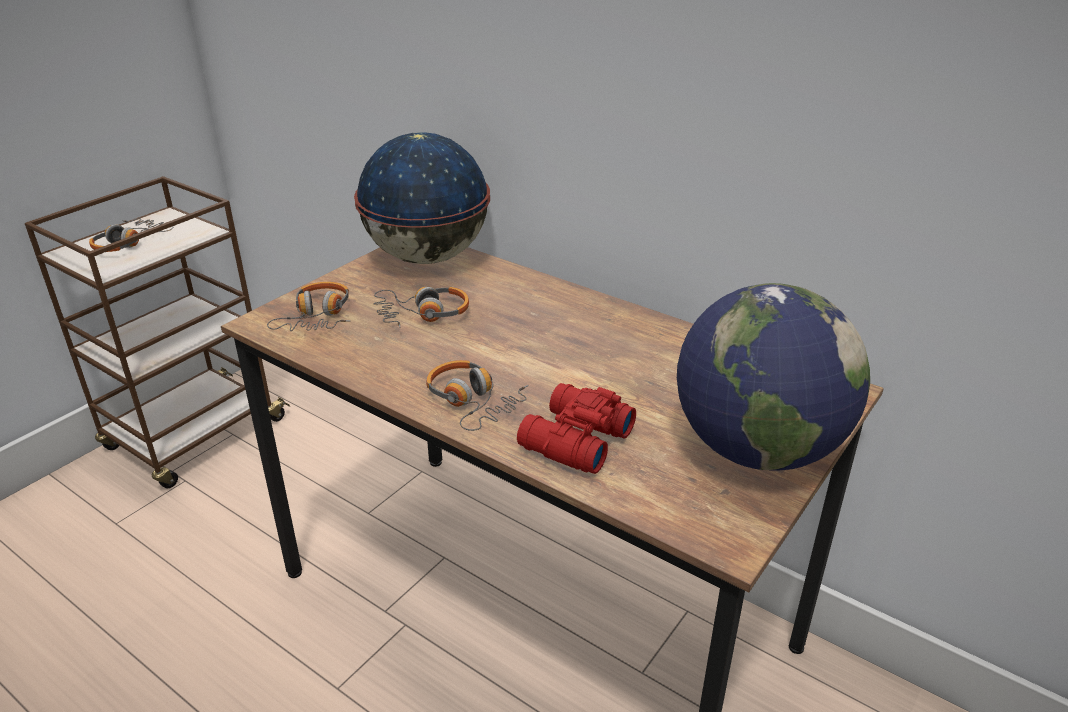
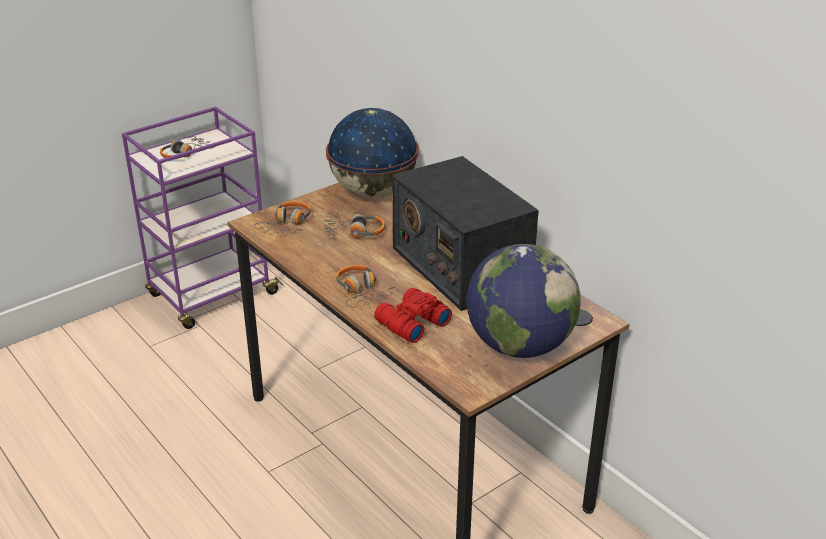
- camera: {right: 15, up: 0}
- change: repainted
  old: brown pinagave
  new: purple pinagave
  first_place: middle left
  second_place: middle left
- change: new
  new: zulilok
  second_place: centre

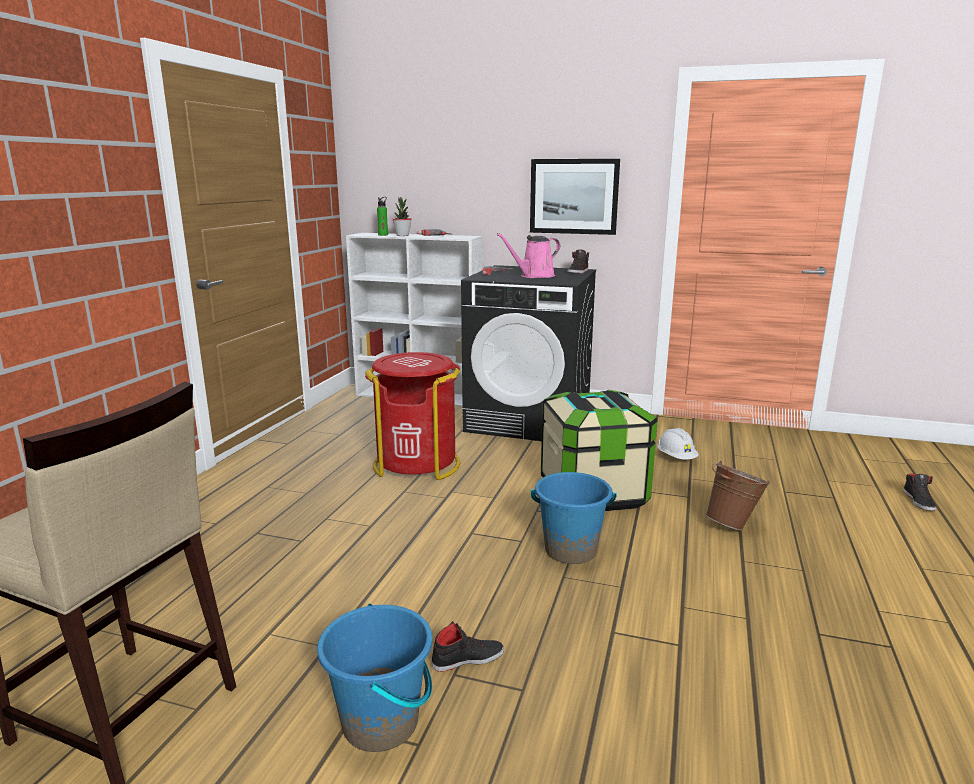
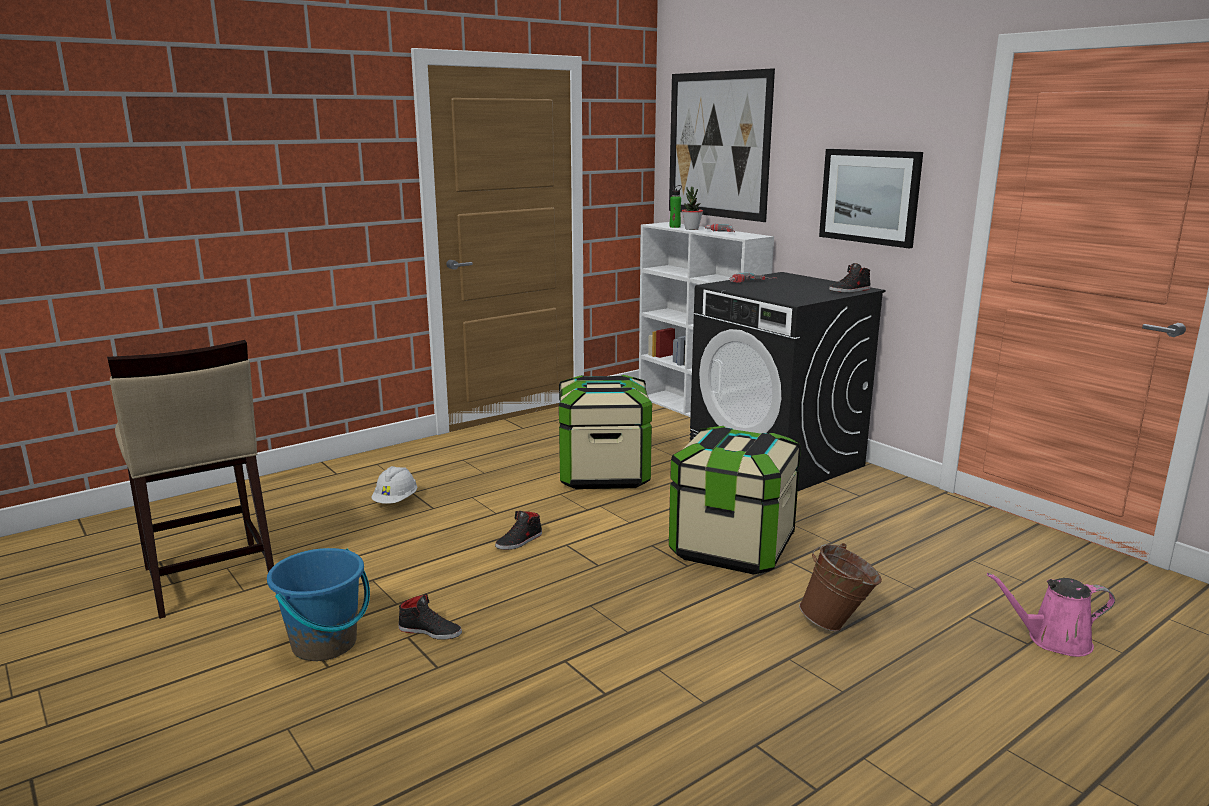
- camera: {right: 35, up: 0}
- change: swapped
  old: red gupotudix
  new: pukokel (no. 1 from left)
  first_place: centre
  second_place: centre
- change: shifted
  old: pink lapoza
  first_place: top centre
  second_place: bottom right
- change: gone
  old: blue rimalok (no. 2 from left)
  first_place: centre
- change: shifted
  old: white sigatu
  first_place: middle right
  second_place: middle left
- change: shifted
  old: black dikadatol (no. 3 from left in the first image)
  new: black dikadatol (no. 2 from left)
  first_place: middle right
  second_place: centre
- change: new
  new: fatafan (no. 1 from left)
  second_place: top centre

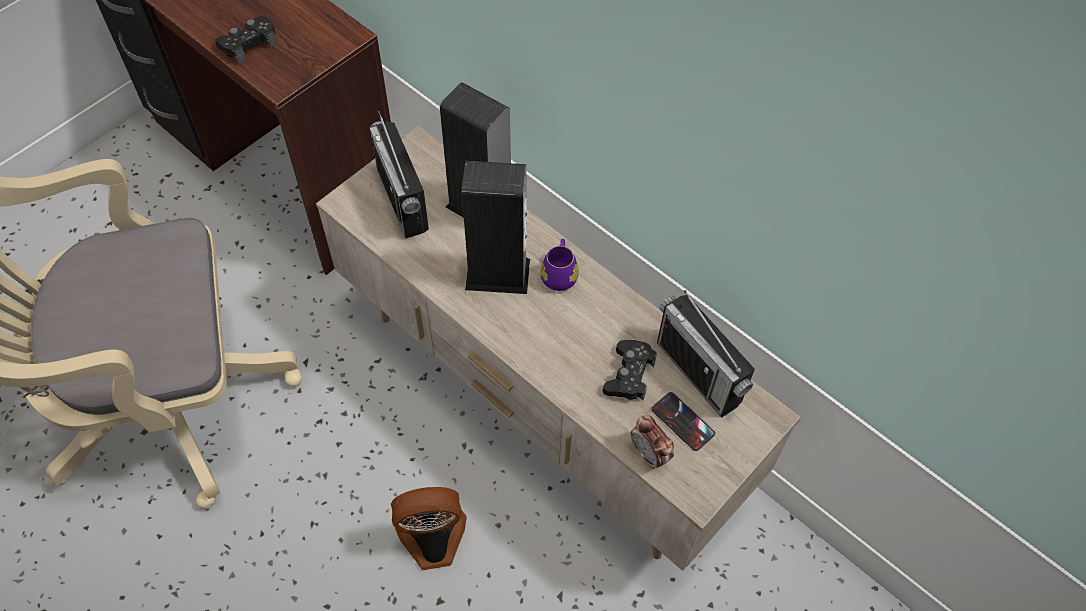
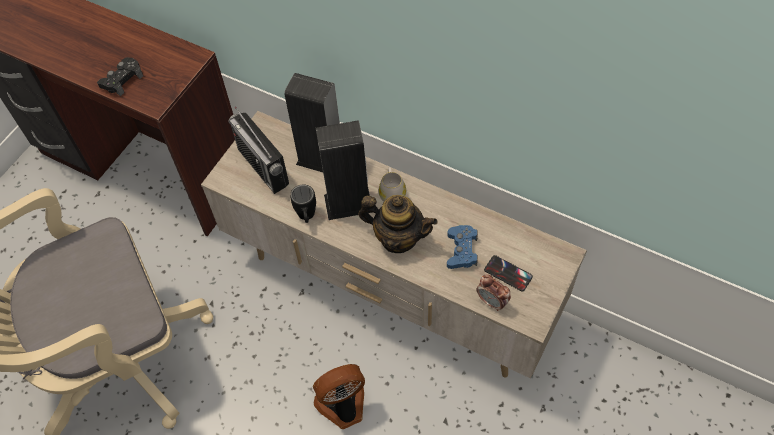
- camera: {right: -10, up: 0}
- change: repainted
  old: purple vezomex
  new: white vezomex
  first_place: centre
  second_place: centre
- change: repainted
  old: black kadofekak (no. 2 from left)
  new: blue kadofekak
  first_place: centre
  second_place: centre
- change: gone
  old: zulilok (no. 2 from left)
  first_place: centre
- change: new
  new: black vezomex
  second_place: centre
- change: new
  new: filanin
  second_place: centre

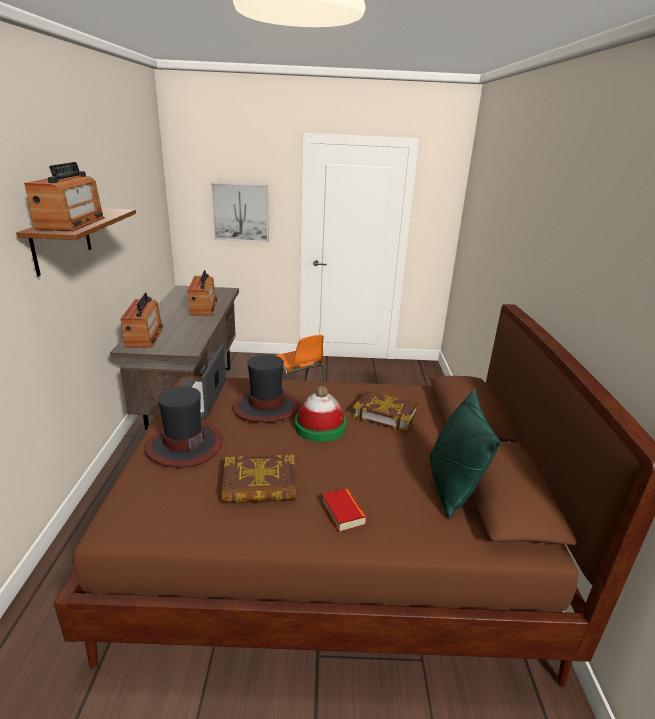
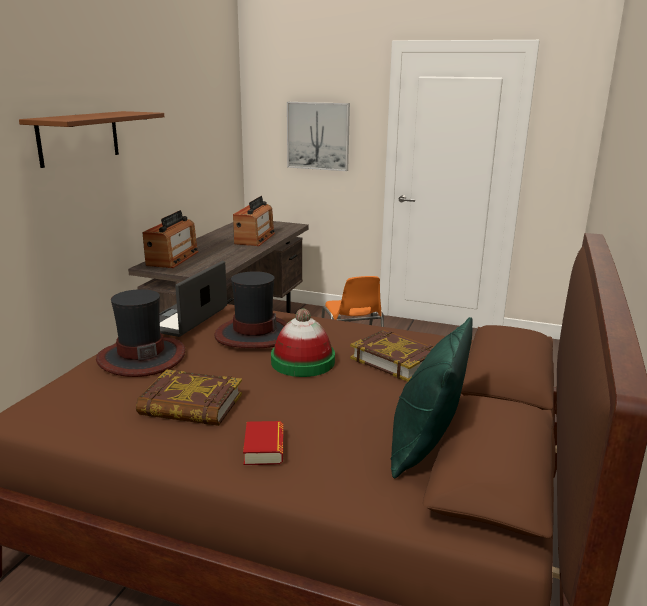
- camera: {right: 20, up: -5}
- change: gone
  old: zulilok (no. 1 from left)
  first_place: top left

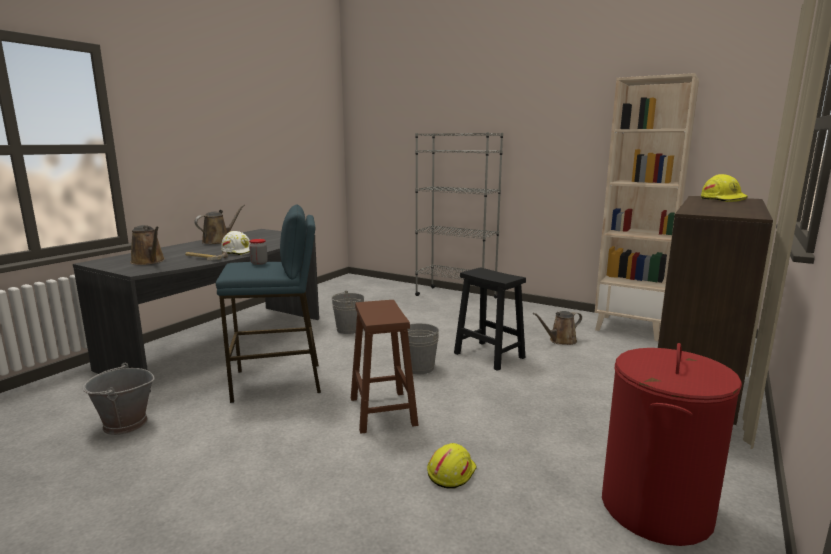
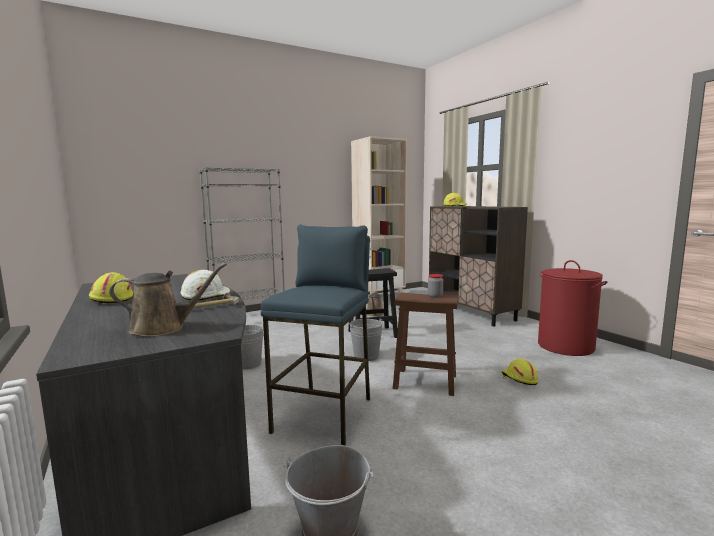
- camera: {right: -60, up: -5}
- change: swapped
  old: brown lapoza (no. 2 from left)
  new: yellow sigatu (no. 1 from left)
  first_place: middle left
  second_place: middle left
- change: shifted
  old: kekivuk
  first_place: middle left
  second_place: centre

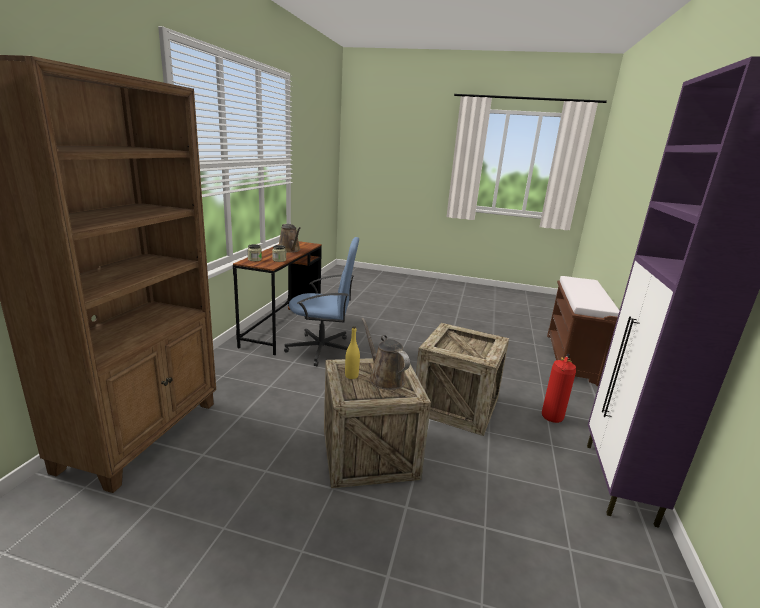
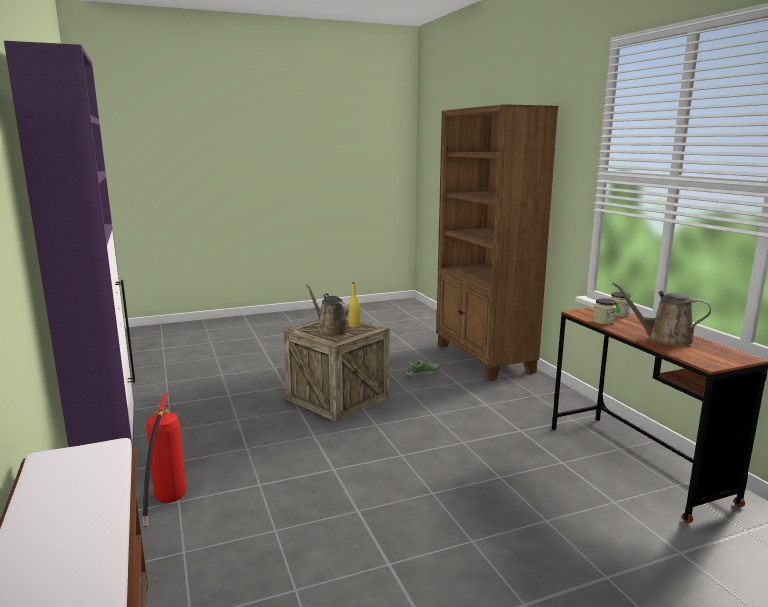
- camera: {right: 145, up: -5}
- change: gone
  old: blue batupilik
  first_place: centre
- change: rotated
  old: brown lapoza (no. 2 from left in the first image)
  first_place: centre
  second_place: centre
  degrees: -150
- change: gone
  old: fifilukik (no. 2 from left)
  first_place: centre
- change: new
  new: dikadatol
  second_place: centre

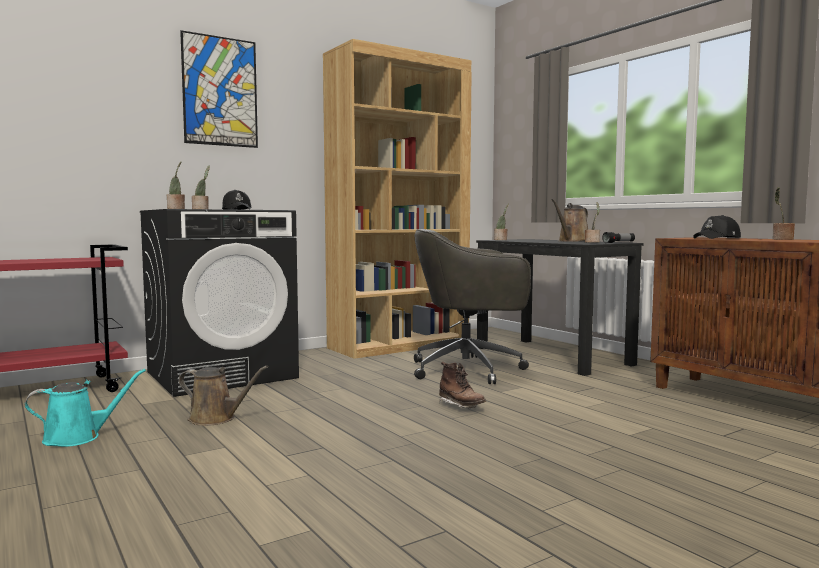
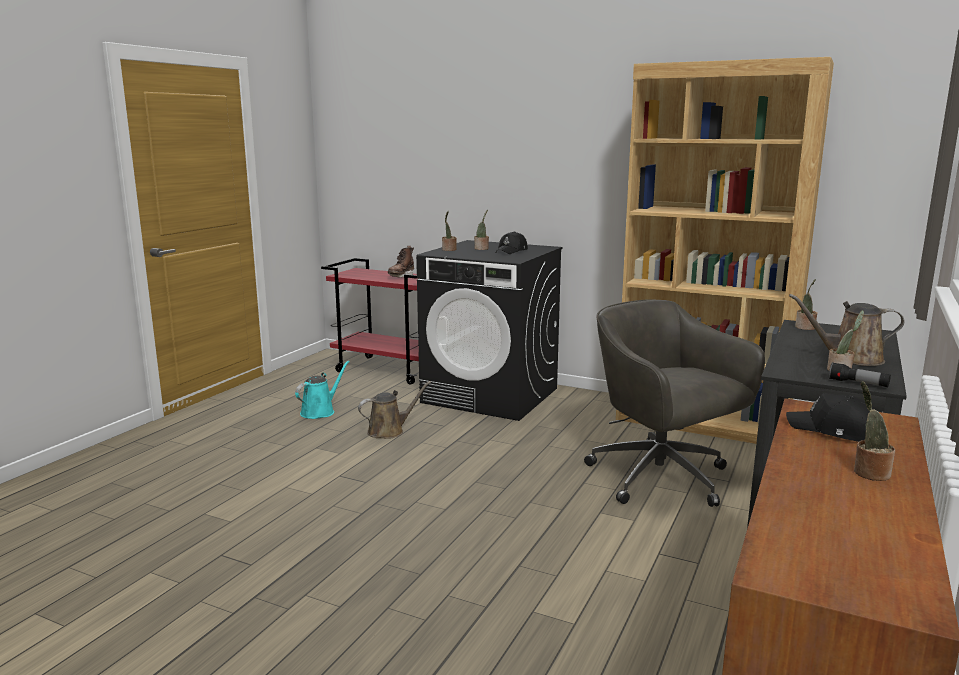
- camera: {right: 60, up: 10}
- change: rotated
  old: turquoise lapoza
  first_place: bottom left
  second_place: centre
  degrees: -90
- change: rotated
  old: brown lapoza (no. 1 from left)
  first_place: bottom left
  second_place: centre
  degrees: -105
- change: gone
  old: fatafan
  first_place: top left
- change: shifted
  old: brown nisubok
  first_place: bottom centre
  second_place: centre

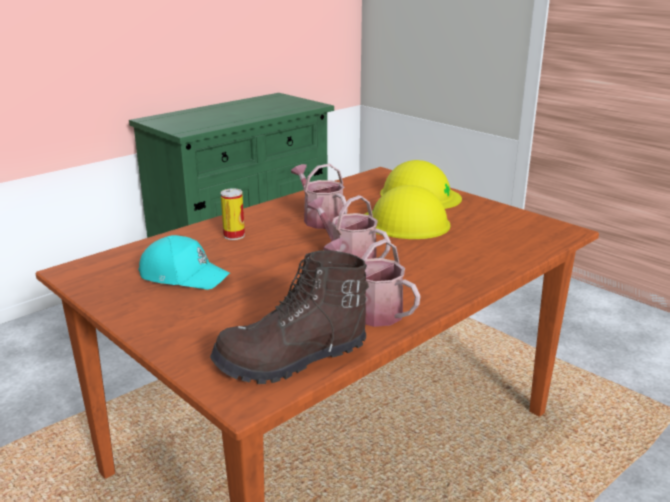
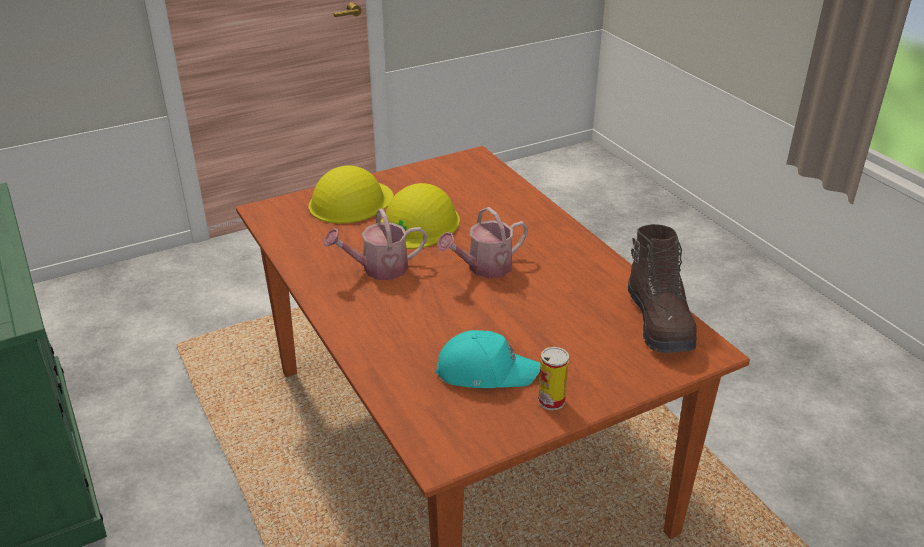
- camera: {right: -75, up: 10}
- change: rotated
  old: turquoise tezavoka
  first_place: middle left
  second_place: centre
  degrees: 60
- change: shifted
  old: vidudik
  first_place: centre
  second_place: bottom centre
- change: gone
  old: lapoza (no. 3 from left)
  first_place: centre

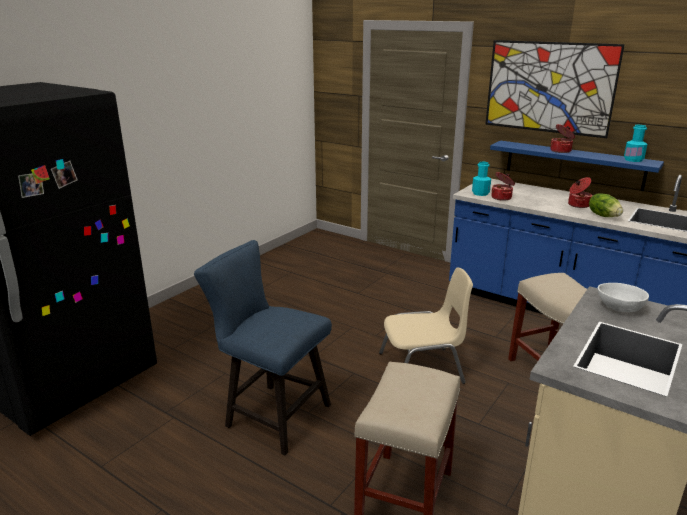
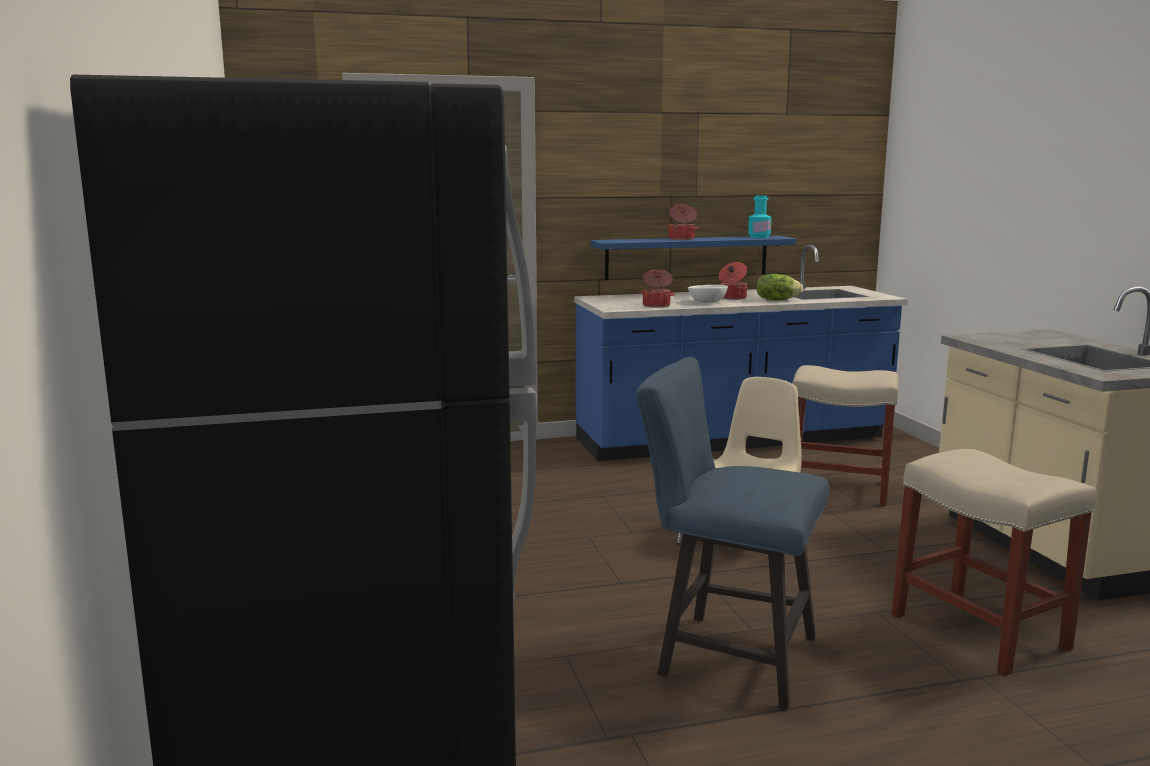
- camera: {right: -50, up: -10}
- change: rotated
  old: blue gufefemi
  first_place: bottom centre
  second_place: bottom centre
  degrees: 45
- change: gone
  old: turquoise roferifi (no. 1 from left)
  first_place: middle right
- change: gone
  old: fatafan
  first_place: top right
- change: shifted
  old: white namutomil
  first_place: middle right
  second_place: centre

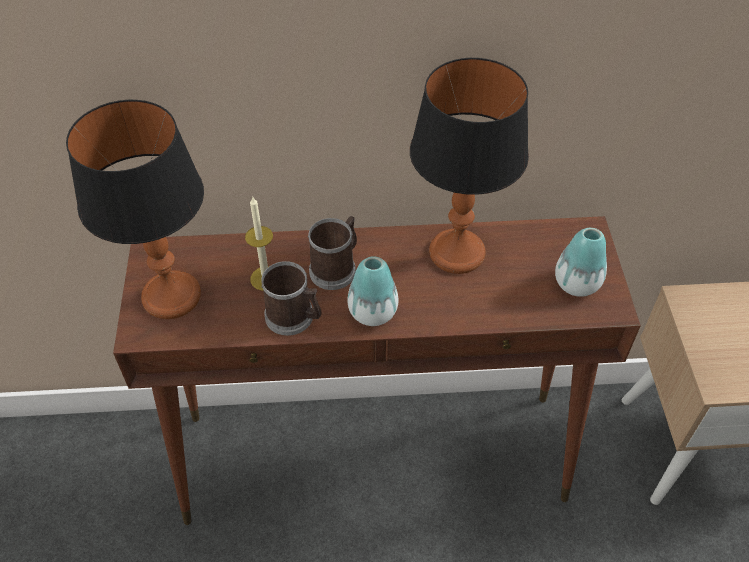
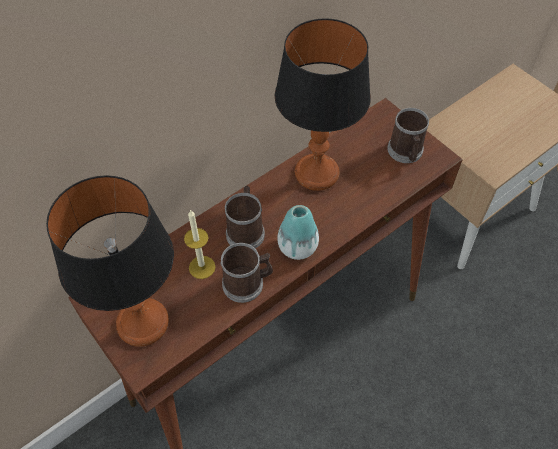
- camera: {right: -35, up: 5}
- change: swapped
  old: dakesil (no. 2 from left)
  new: vezomex (no. 3 from left)
  first_place: middle right
  second_place: top right

